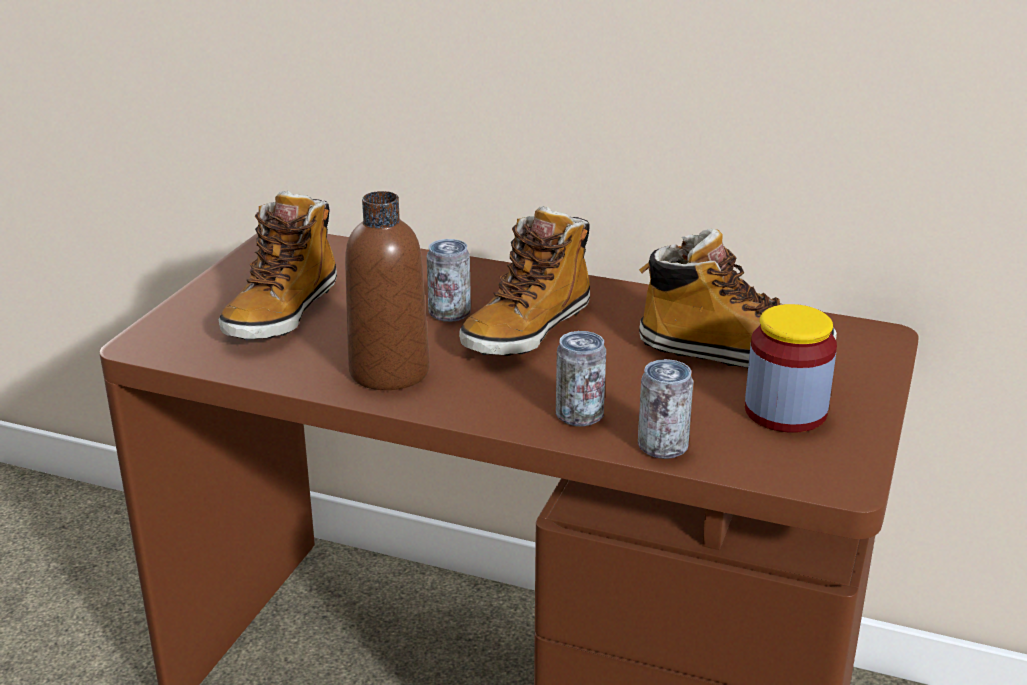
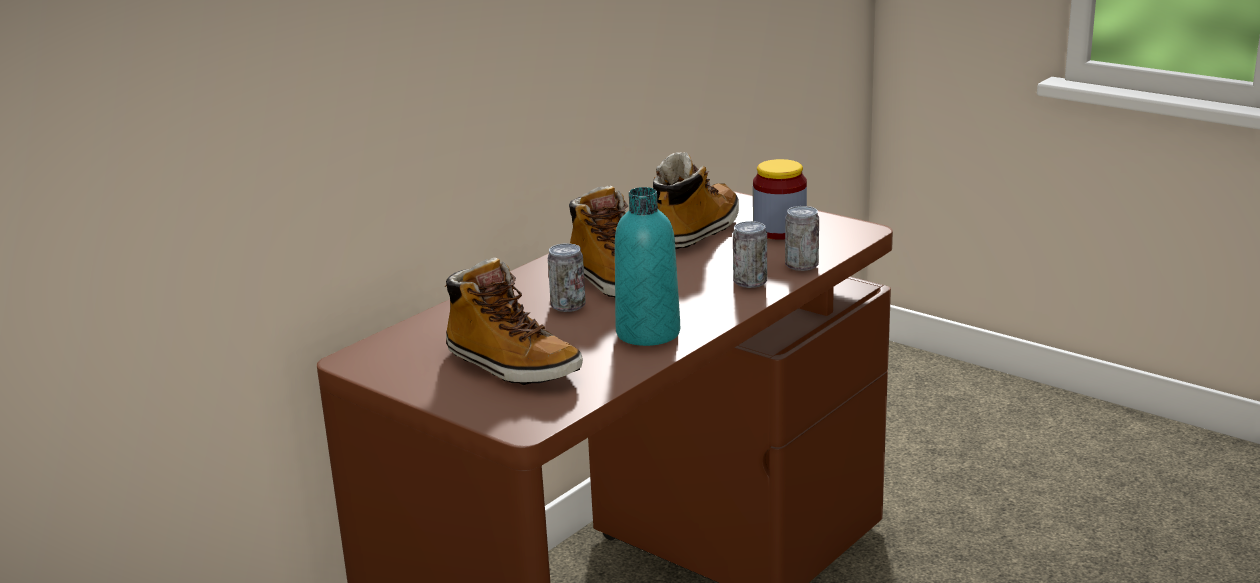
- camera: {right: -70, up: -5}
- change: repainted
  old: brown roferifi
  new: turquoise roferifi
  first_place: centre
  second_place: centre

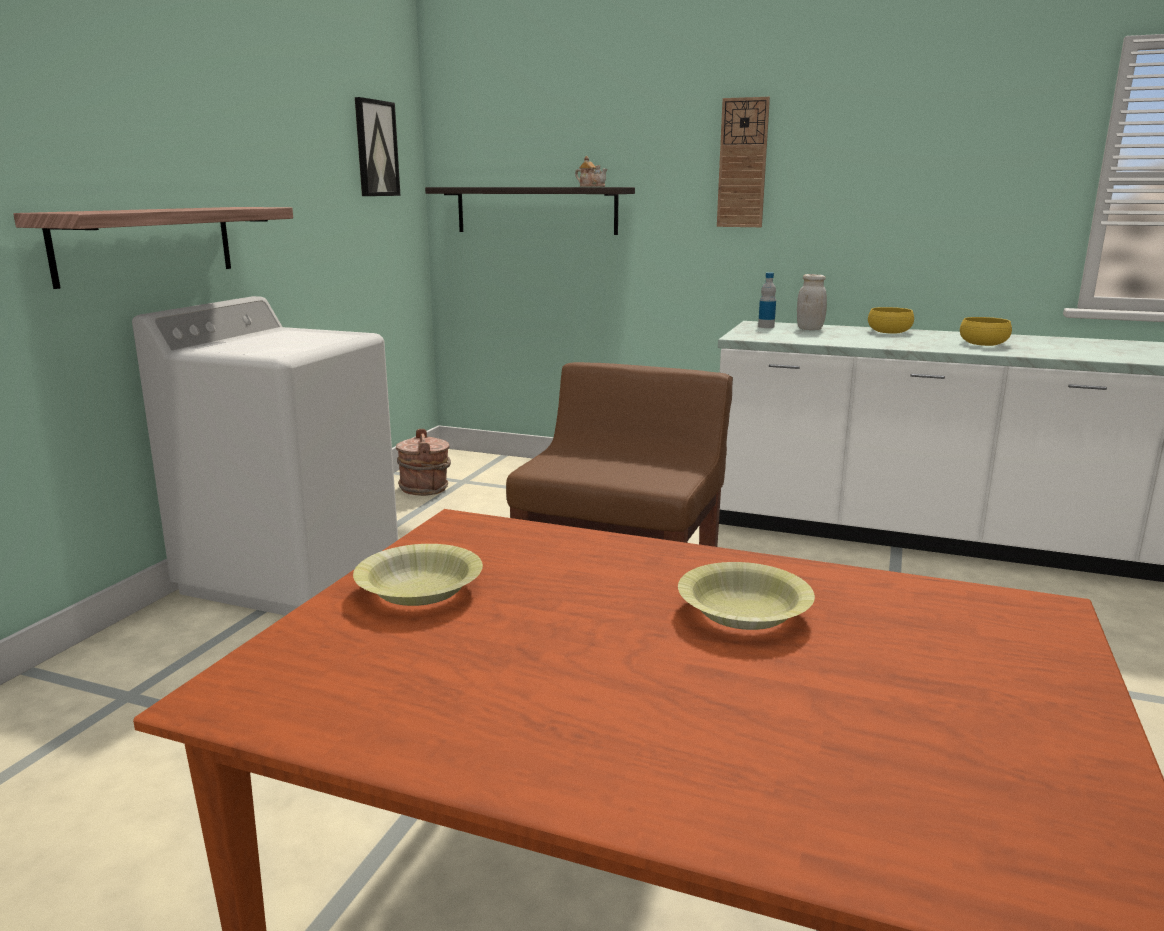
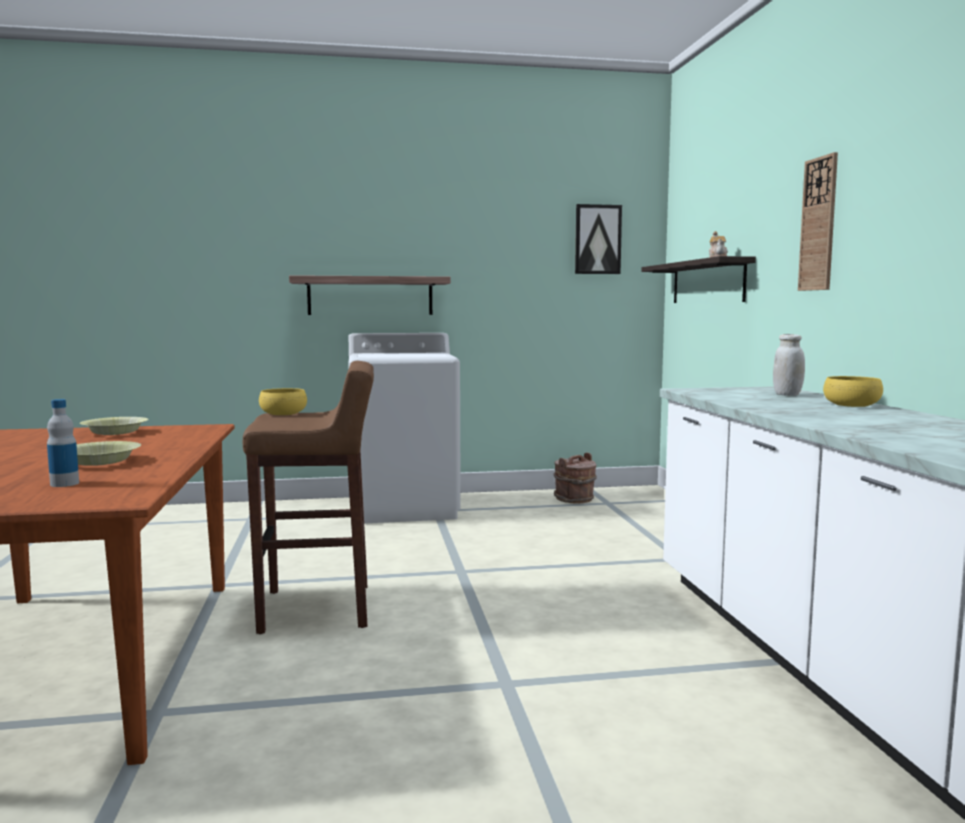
- camera: {right: 60, up: -10}
- change: shifted
  old: roferifi
  first_place: top centre
  second_place: middle left
- change: shifted
  old: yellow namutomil (no. 4 from left in the first image)
  new: yellow namutomil (no. 3 from left)
  first_place: middle right
  second_place: middle left

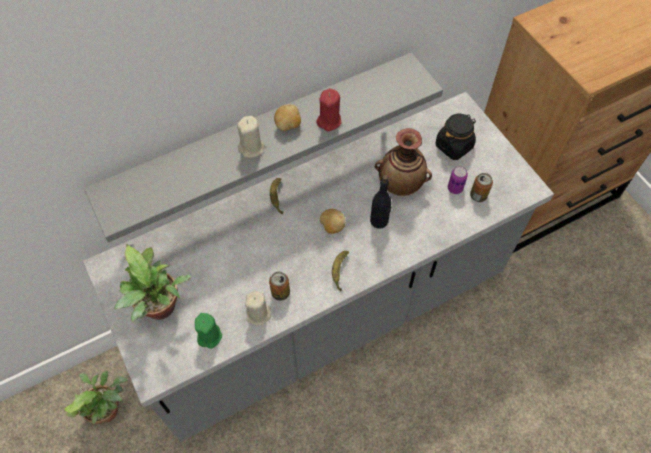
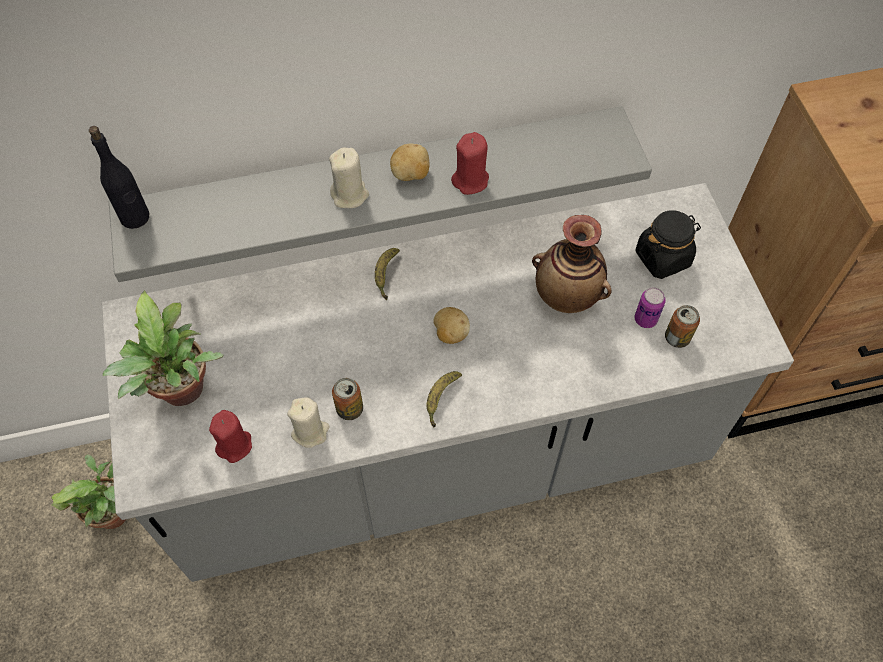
- camera: {right: 15, up: 0}
- change: repainted
  old: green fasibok
  new: red fasibok (no. 1 from left)
  first_place: bottom left
  second_place: middle left
- change: shifted
  old: black roferifi
  first_place: centre
  second_place: top left

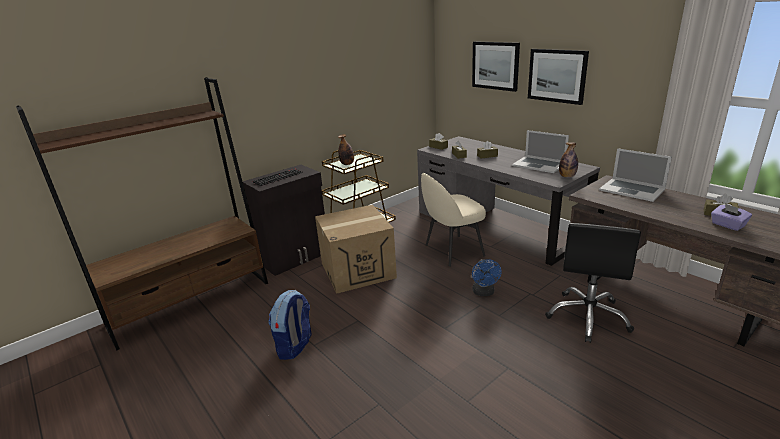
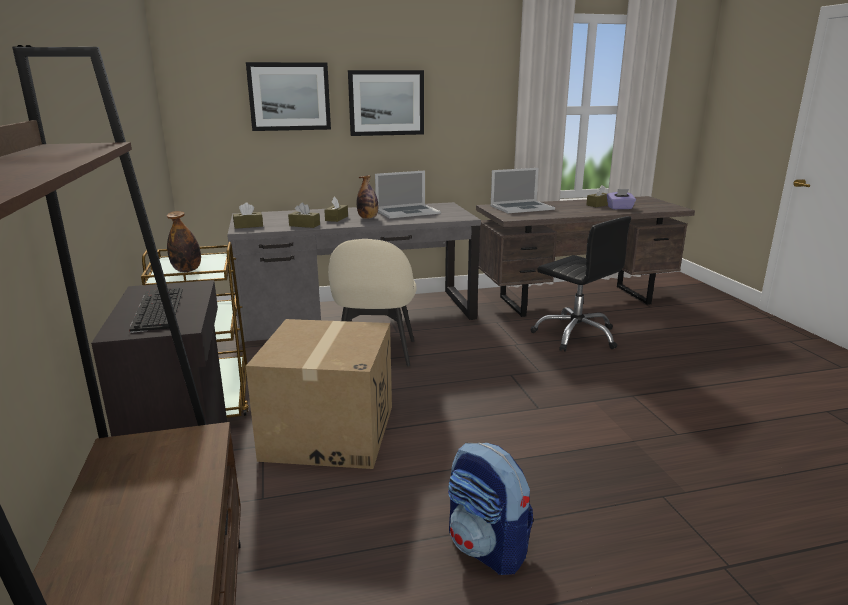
- camera: {right: -65, up: -5}
- change: gone
  old: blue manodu
  first_place: centre
- change: shifted
  old: roferifi (no. 2 from left)
  first_place: middle right
  second_place: top centre

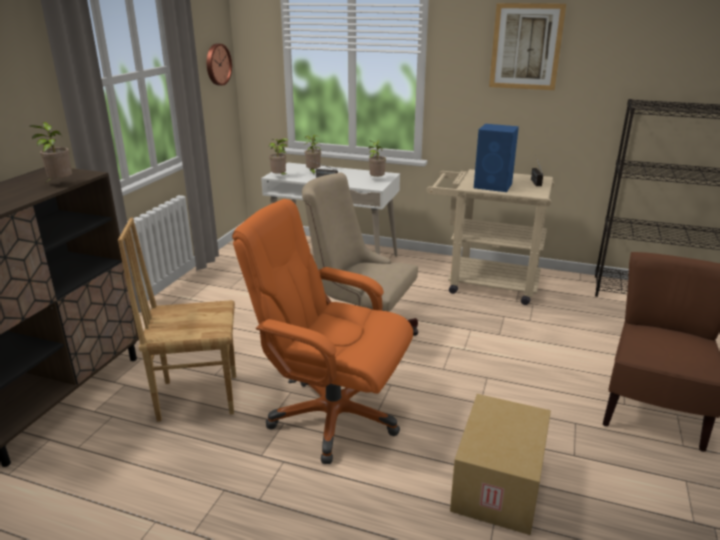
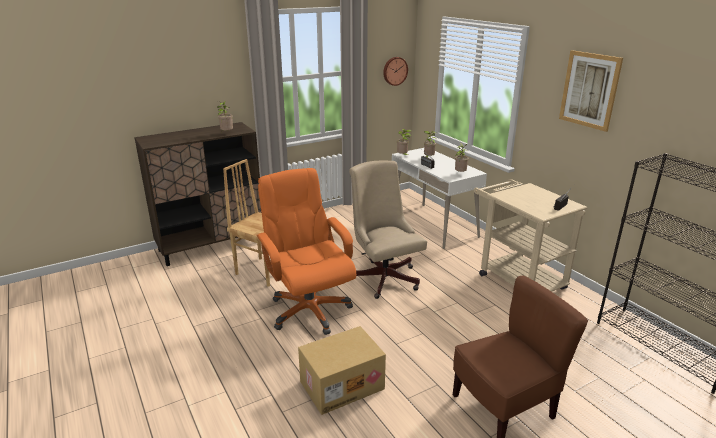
- camera: {right: 40, up: 0}
- change: gone
  old: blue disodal
  first_place: top right

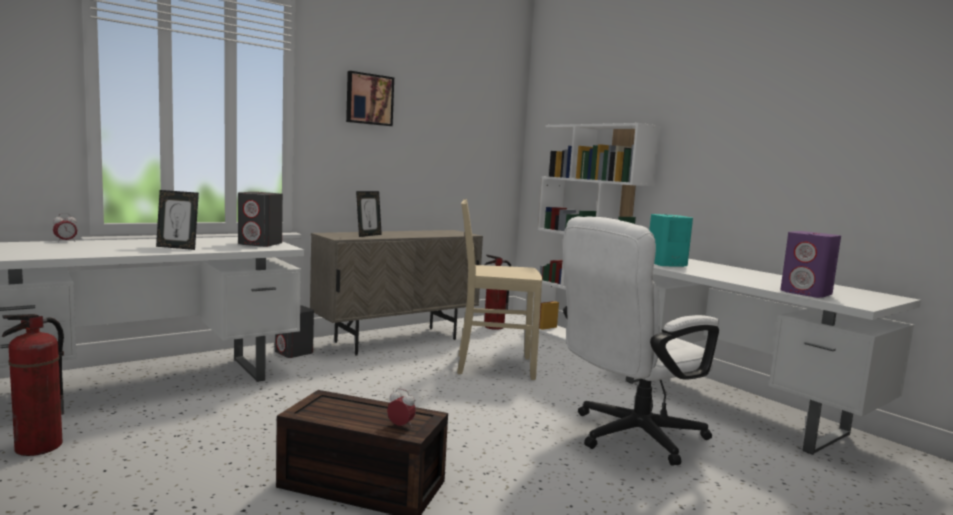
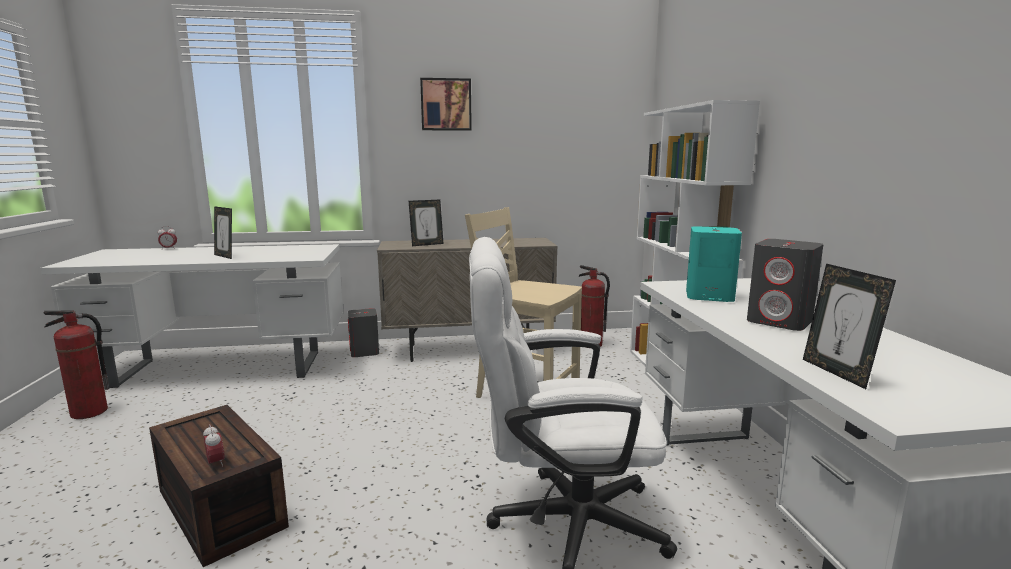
- camera: {right: 30, up: 5}
- change: shifted
  old: grey disodal (no. 1 from left in the first image)
  new: grey disodal (no. 2 from left)
  first_place: middle left
  second_place: middle right
- change: swapped
  old: purple disodal
  new: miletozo (no. 3 from left)
  first_place: middle right
  second_place: middle right

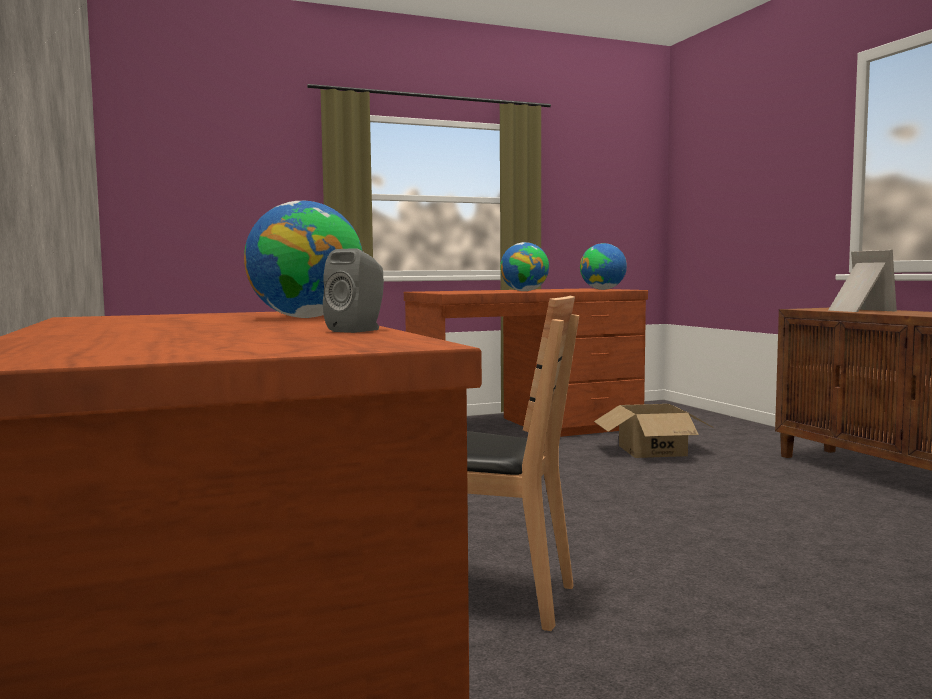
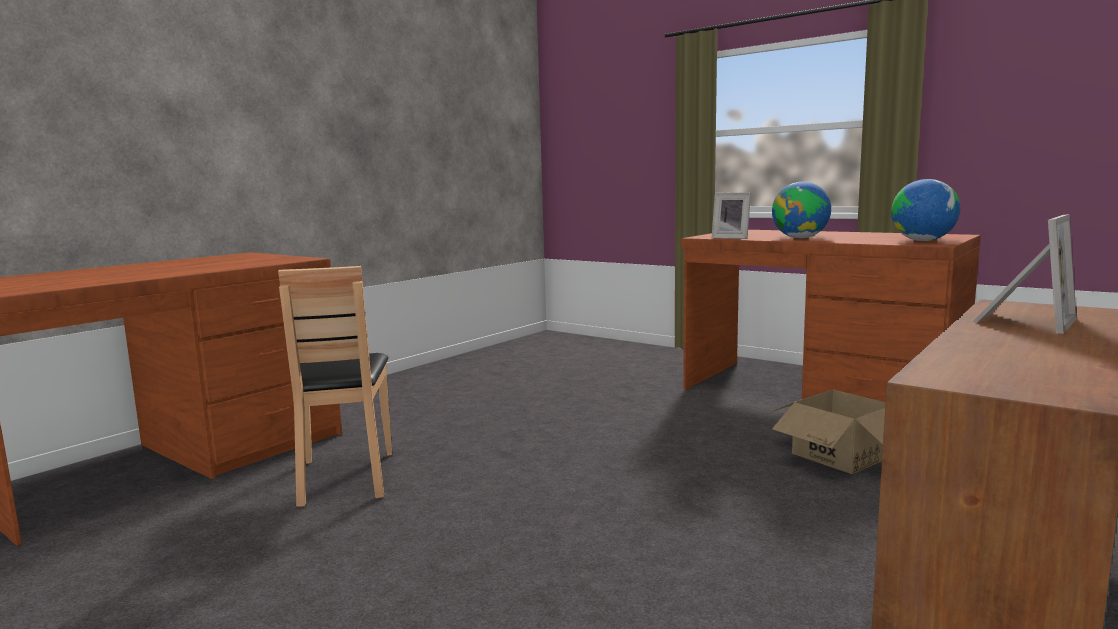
- camera: {right: 60, up: 5}
- change: gone
  old: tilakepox (no. 1 from left)
  first_place: middle left
- change: gone
  old: grey disodal
  first_place: centre
- change: new
  new: miletozo (no. 1 from left)
  second_place: centre

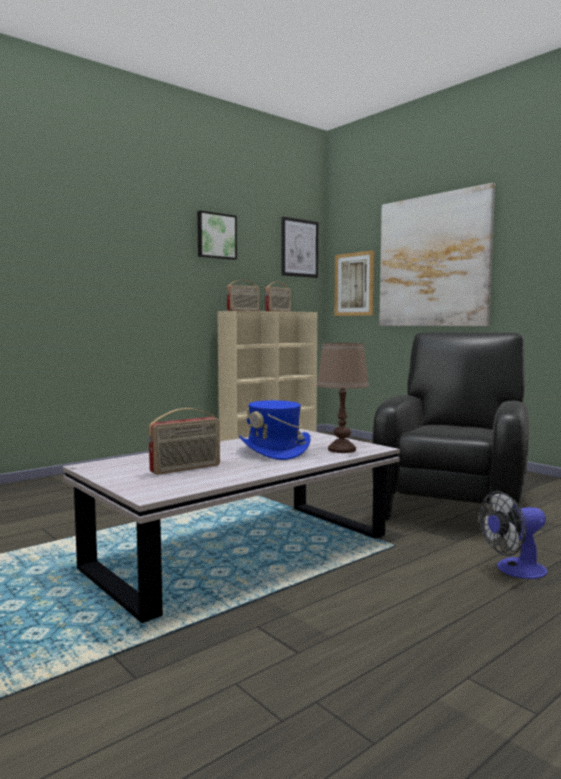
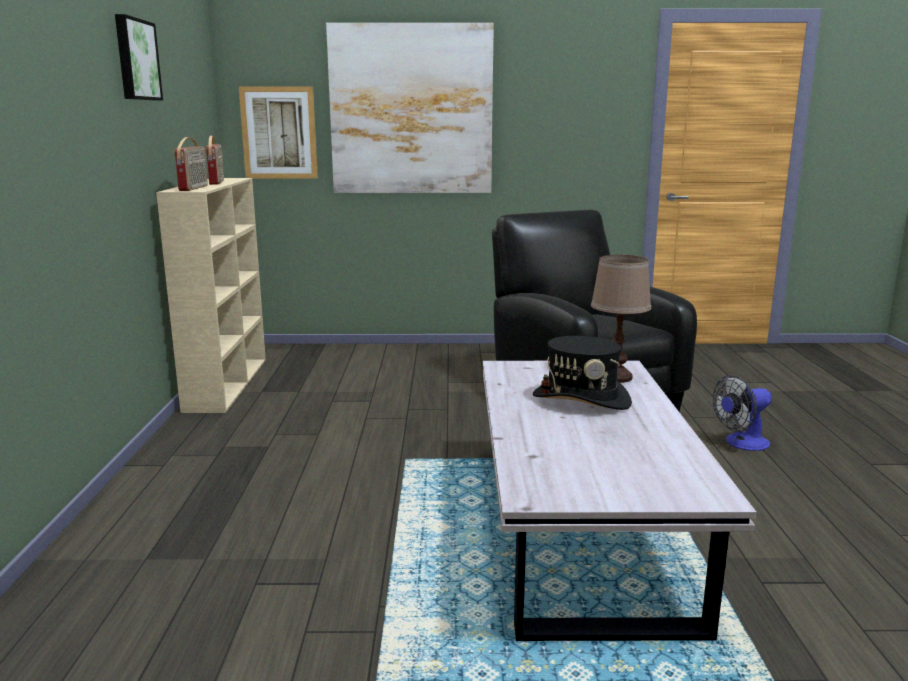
- camera: {right: -50, up: 10}
- change: gone
  old: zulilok (no. 1 from left)
  first_place: middle left
- change: repainted
  old: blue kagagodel
  new: black kagagodel
  first_place: centre
  second_place: centre
- change: gone
  old: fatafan (no. 2 from left)
  first_place: top centre
- change: rotated
  old: manodu
  first_place: bottom right
  second_place: middle right
  degrees: 45

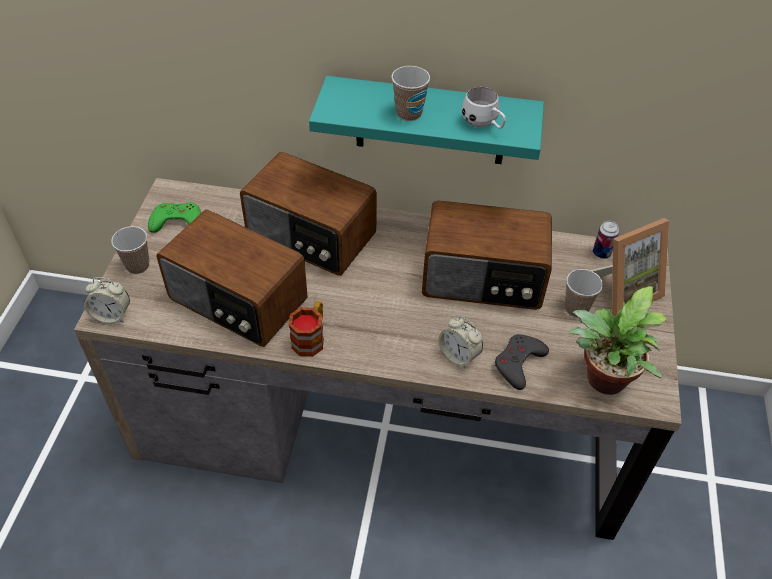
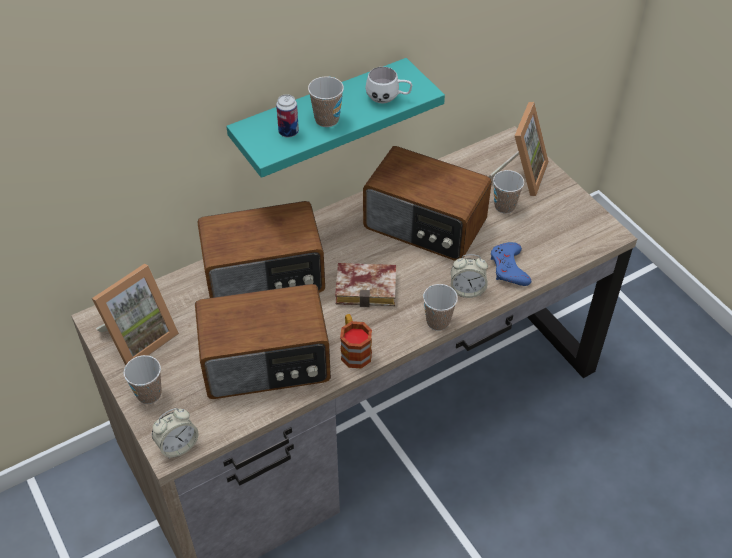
- camera: {right: -40, up: 0}
- change: swapped
  old: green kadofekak
  new: miletozo (no. 1 from left)
  first_place: middle left
  second_place: middle left
- change: rotated
  old: zulilok (no. 3 from left)
  first_place: centre
  second_place: centre
  degrees: 60
- change: repainted
  old: grey kadofekak
  new: blue kadofekak
  first_place: middle right
  second_place: middle right
- change: gone
  old: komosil
  first_place: middle right
- change: shifted
  old: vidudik
  first_place: middle right
  second_place: top centre
- change: new
  new: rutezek
  second_place: centre
- change: new
  new: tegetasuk (no. 3 from left)
  second_place: centre

